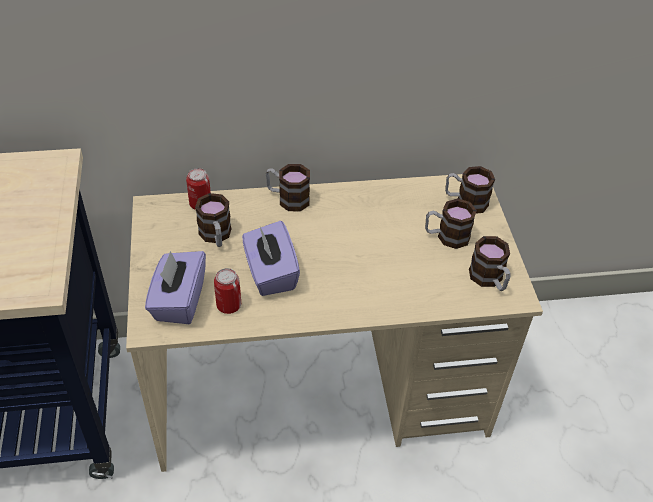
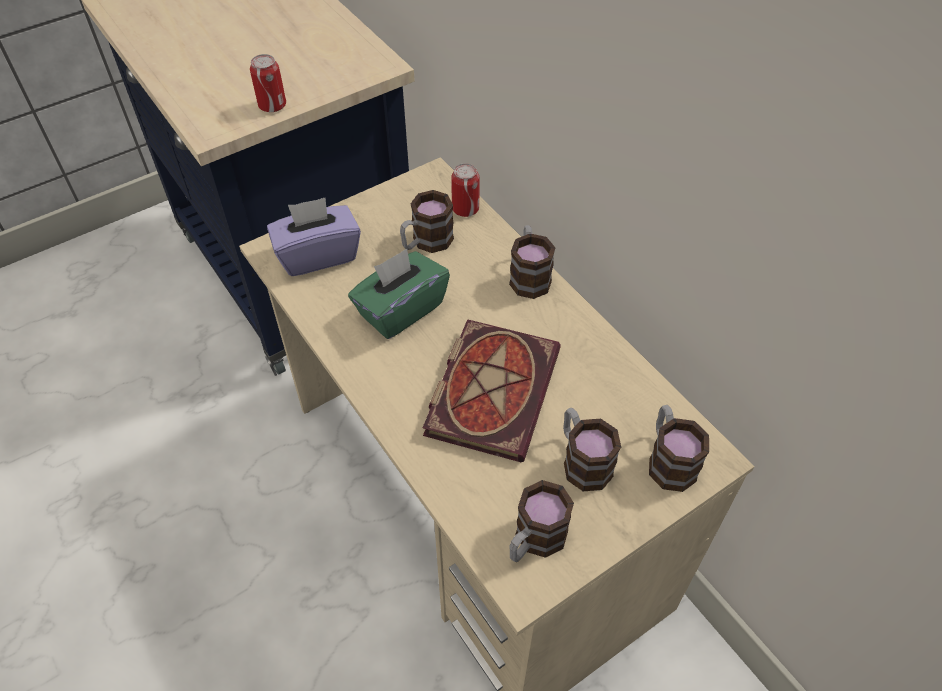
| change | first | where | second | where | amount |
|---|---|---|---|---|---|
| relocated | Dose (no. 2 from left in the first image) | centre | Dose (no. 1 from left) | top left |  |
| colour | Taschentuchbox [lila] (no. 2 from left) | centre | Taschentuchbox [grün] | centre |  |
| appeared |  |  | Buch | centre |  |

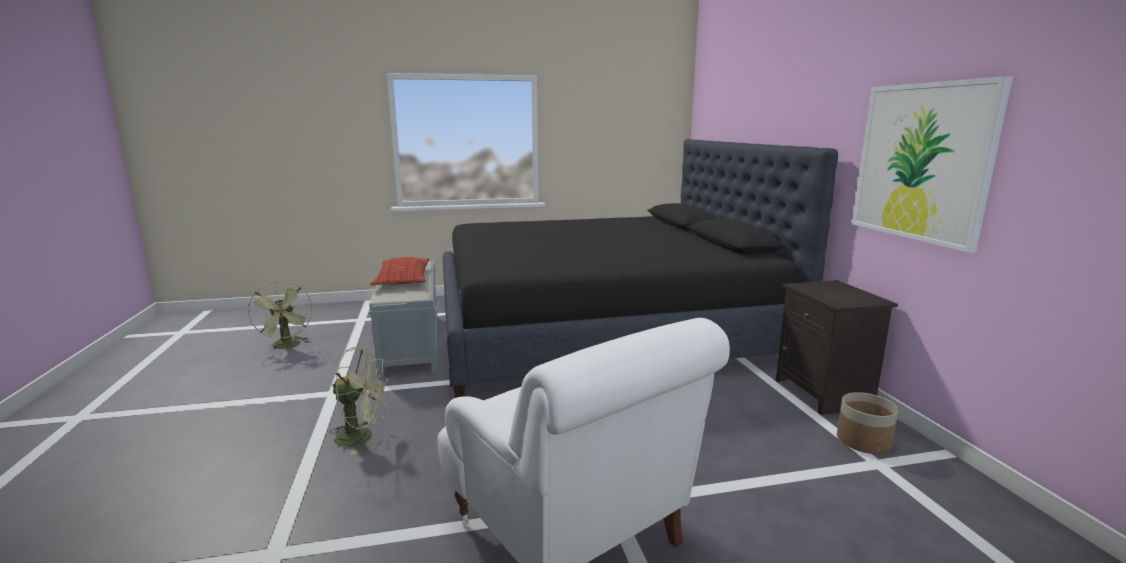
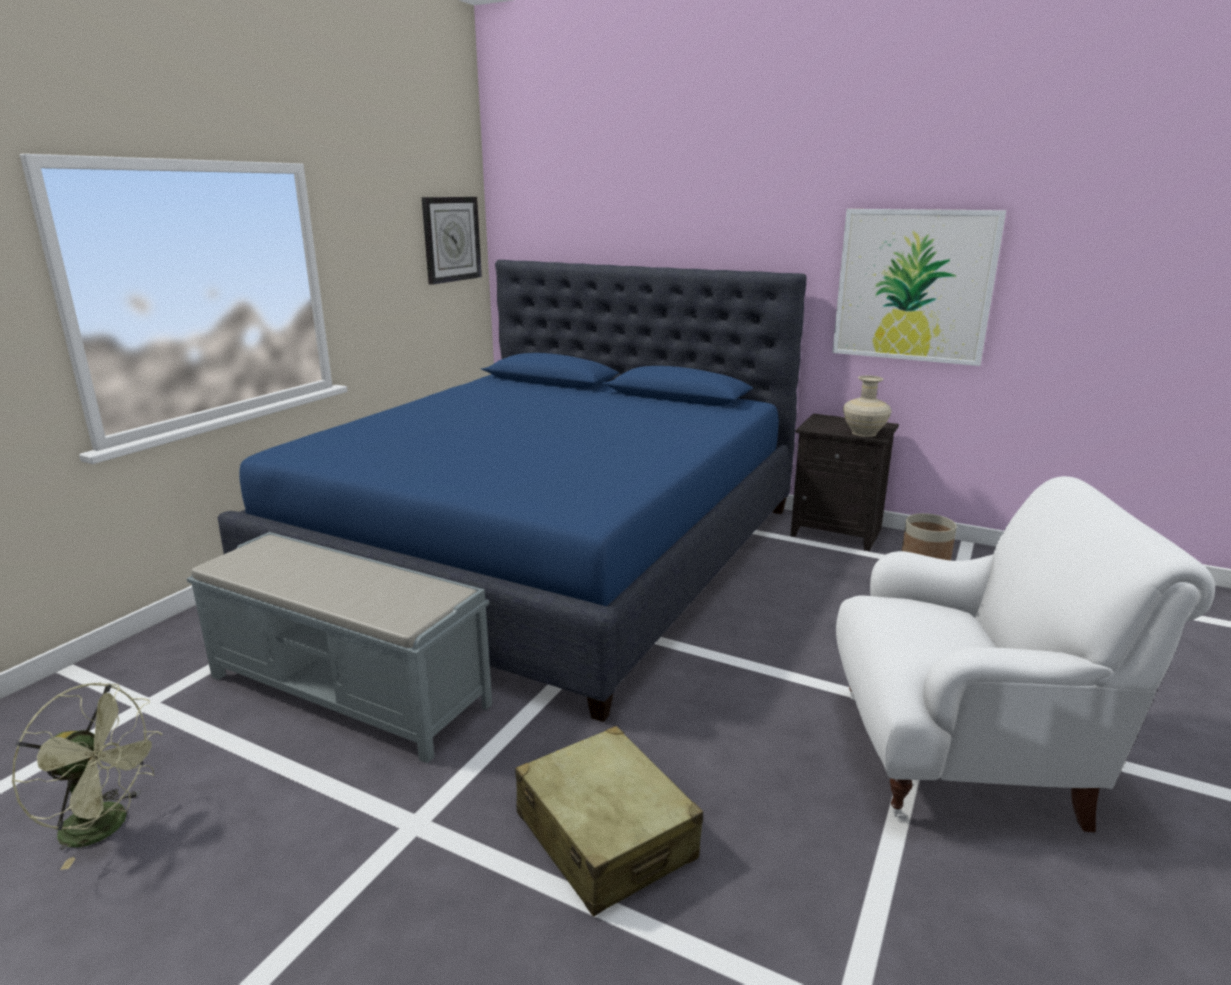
| change | first | where | second | where | amount |
|---|---|---|---|---|---|
| exchanged | Ventilator [grün] (no. 2 from left) | bottom left | Koffer [beige] | bottom centre |  |
| missing | Kissen | centre |  |  |  |
| colour | Bett [schwarz] | centre | Bett [blau] | centre |  |
| appeared |  |  | Wanduhr | top centre |  |
| appeared |  |  | Vase [beige] | middle right |  |

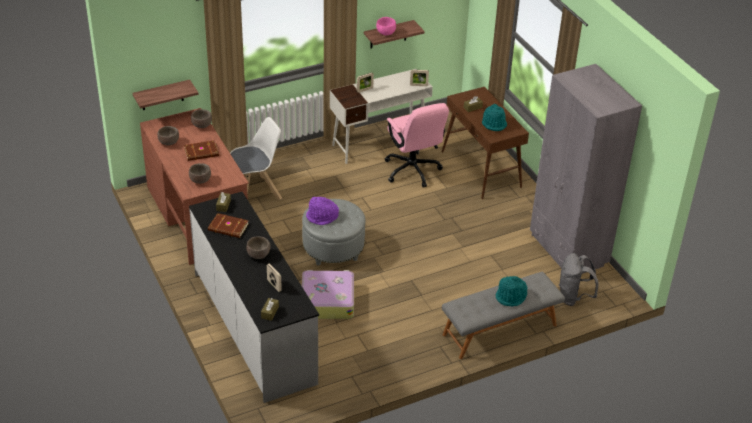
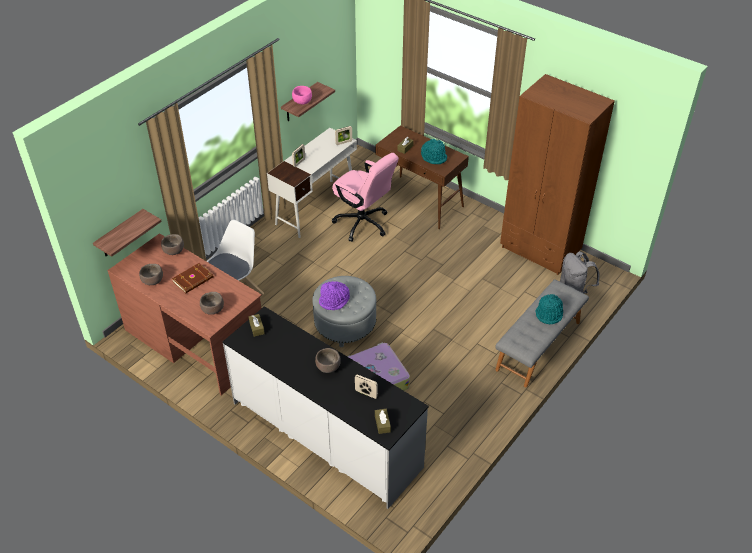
| change | first | where | second | where | amount |
|---|---|---|---|---|---|
| missing | Buch [braun] (no. 2 from left) | middle left |  |  |  |
| colour | Kleiderschrank [grau] | middle right | Kleiderschrank [braun] | top right |  |

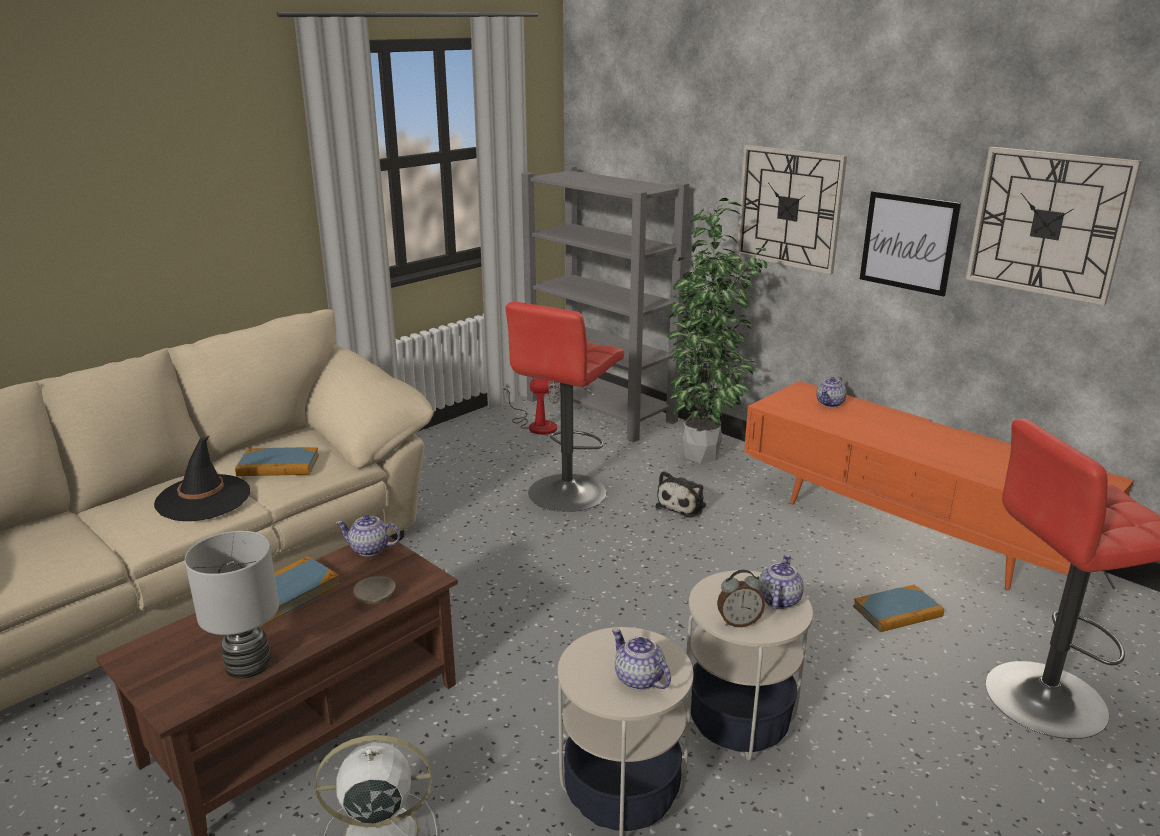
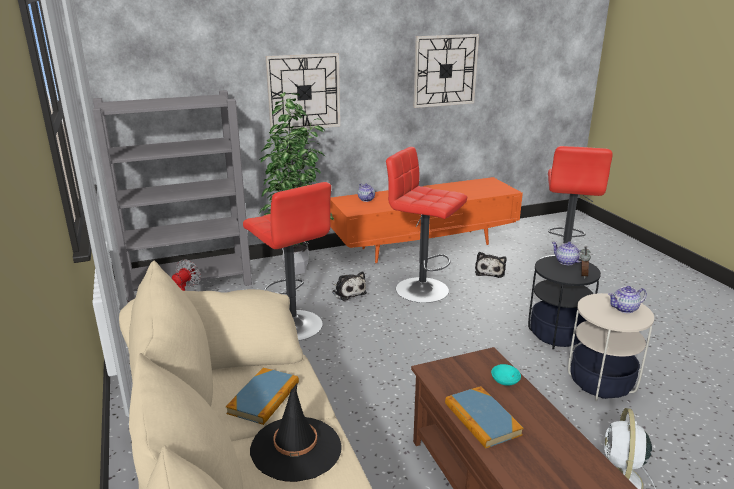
| change | first | where | second | where | amount |
|---|---|---|---|---|---|
| missing | Tischlampe [grau] | bottom left |  |  |  |
| missing | Teekanne (no. 1 from left) | middle left |  |  |  |
| colour | Schüssel [beige] | bottom left | Schüssel [türkis] | bottom right |  |
| colour | Beistelltisch [beige] (no. 2 from left) | bottom centre | Beistelltisch [schwarz] | middle right |  |
| exchanged | Buch (no. 3 from left) | bottom right | Plüschtier (no. 2 from left) | middle right |  |
| missing | Bild | top right |  |  |  |
| appeared |  |  | Hocker [rot] (no. 2 from left) | centre |  |

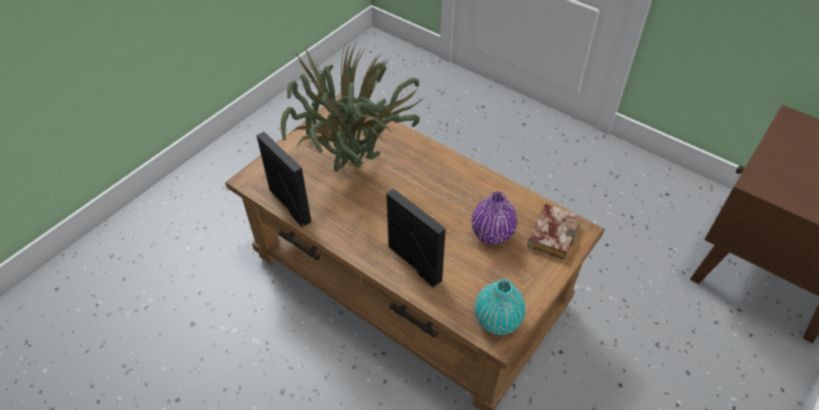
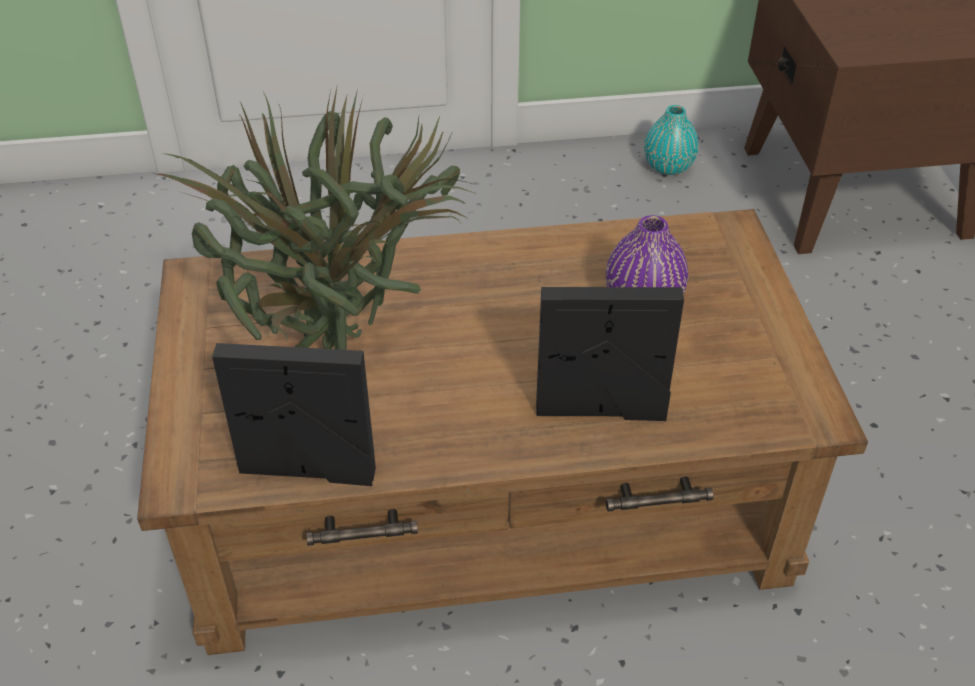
| change | first | where | second | where | amount |
|---|---|---|---|---|---|
| relocated | Vase [türkis] | bottom centre |  | top right |  |
| missing | Buch | middle right |  |  |  |

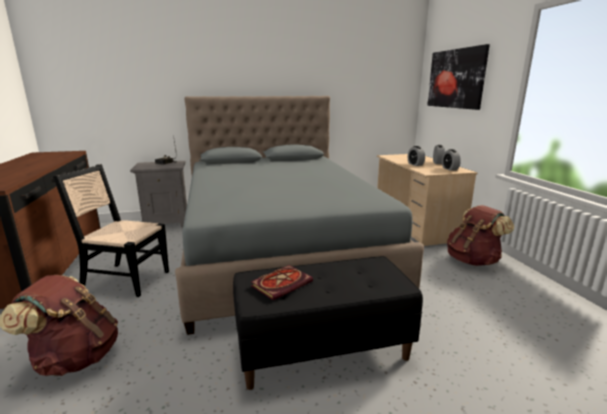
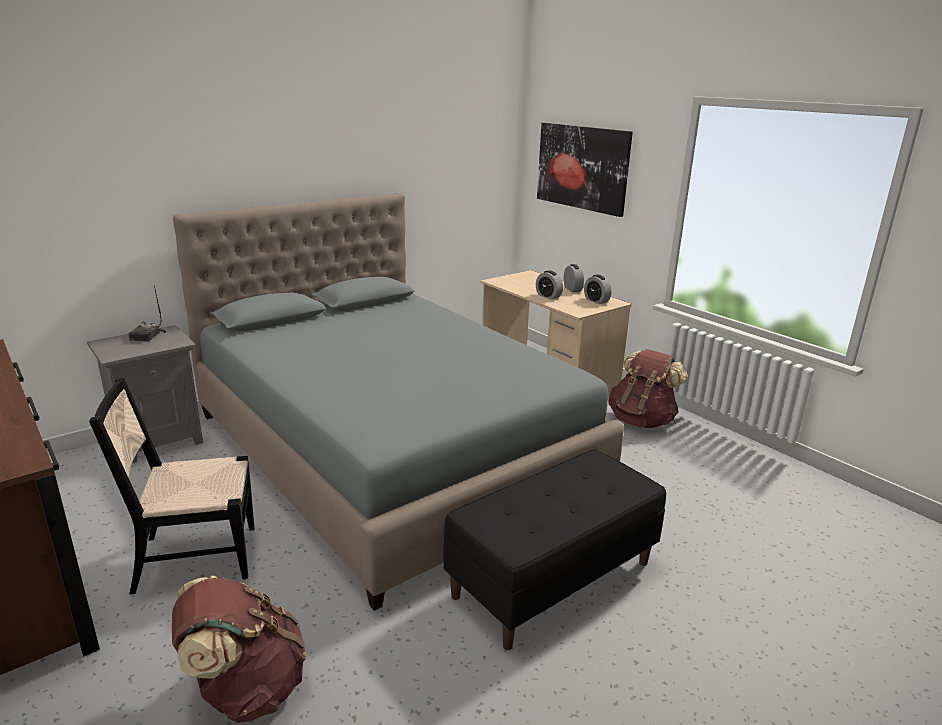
| change | first | where | second | where | amount |
|---|---|---|---|---|---|
| missing | Buch | bottom centre |  |  |  |

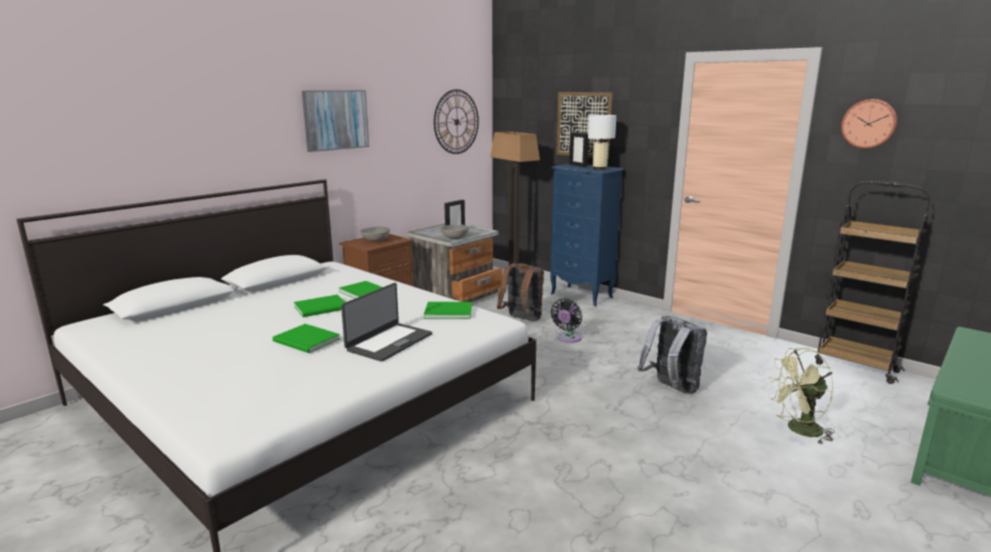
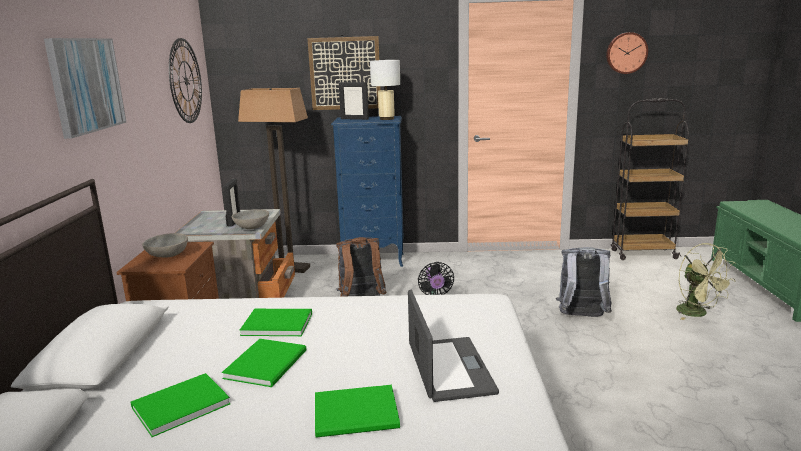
| change | first | where | second | where | amount |
|---|---|---|---|---|---|
| relocated | Buch [grün] (no. 4 from left in the first image) | centre | Buch [grün] (no. 1 from left) | bottom left |  |
| spun | Ventilator [grün] | bottom right |  | middle right | 60 degrees counterclockwise |

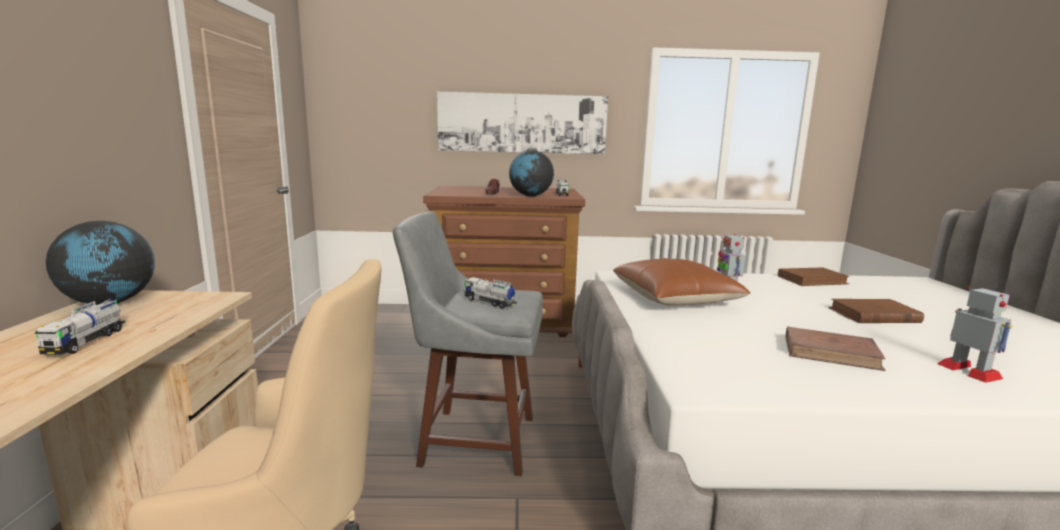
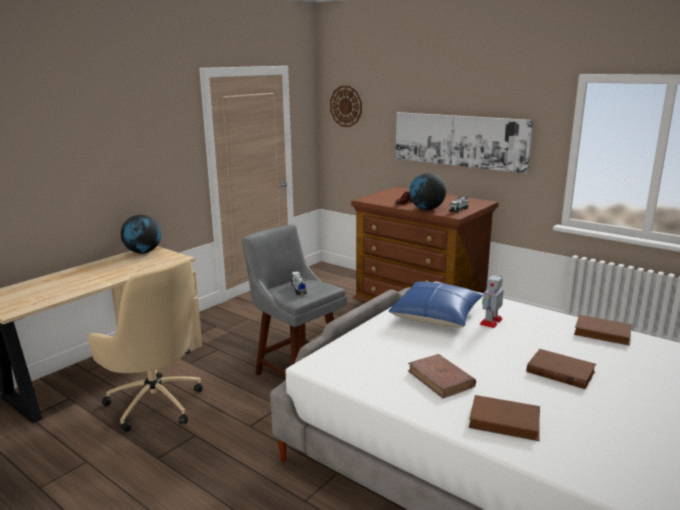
| change | first | where | second | where | amount |
|---|---|---|---|---|---|
| missing | Spielzeuglaster (no. 1 from left) | middle left |  |  |  |
| colour | Kissen [braun] | centre | Kissen [blau] | centre |  |
| exchanged | Spielzeugroboter (no. 2 from left) | middle right | Buch [braun] (no. 2 from left) | bottom right |  |
| appeared |  |  | Wanduhr | top centre |  |

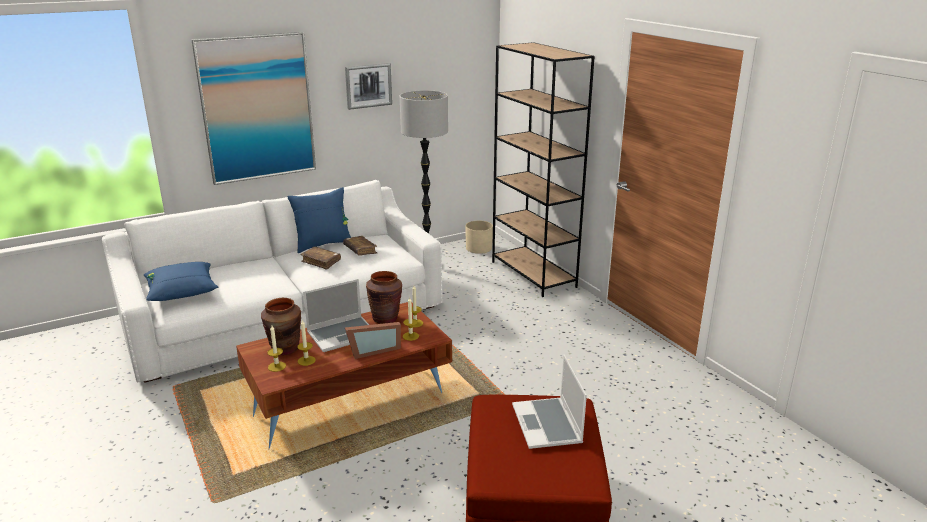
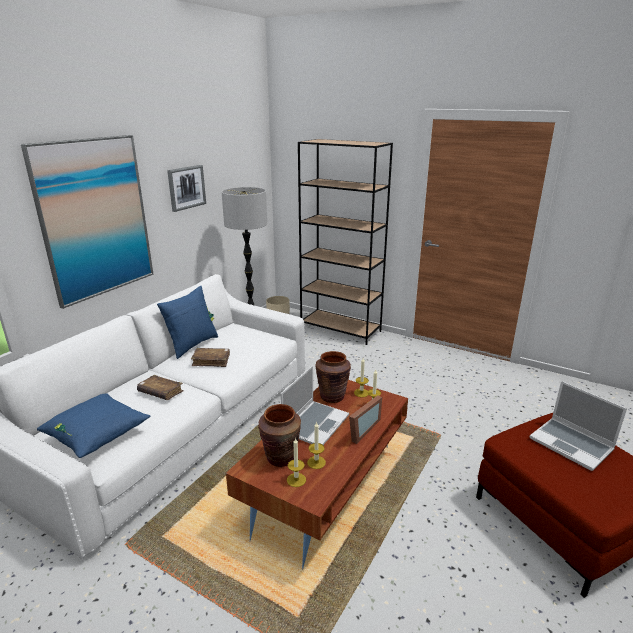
| change | first | where | second | where | amount |
|---|---|---|---|---|---|
| relocated | Buch [braun] (no. 2 from left in the first image) | centre | Buch [braun] (no. 1 from left) | middle left |  |

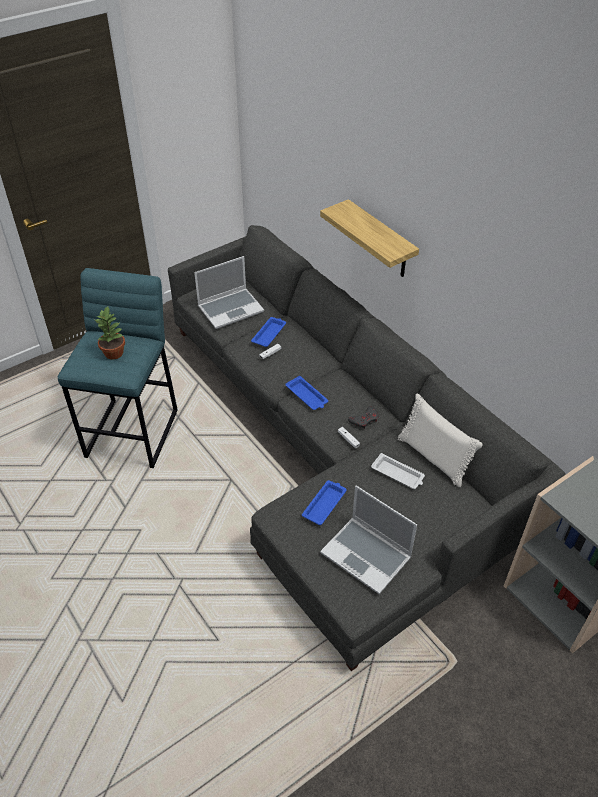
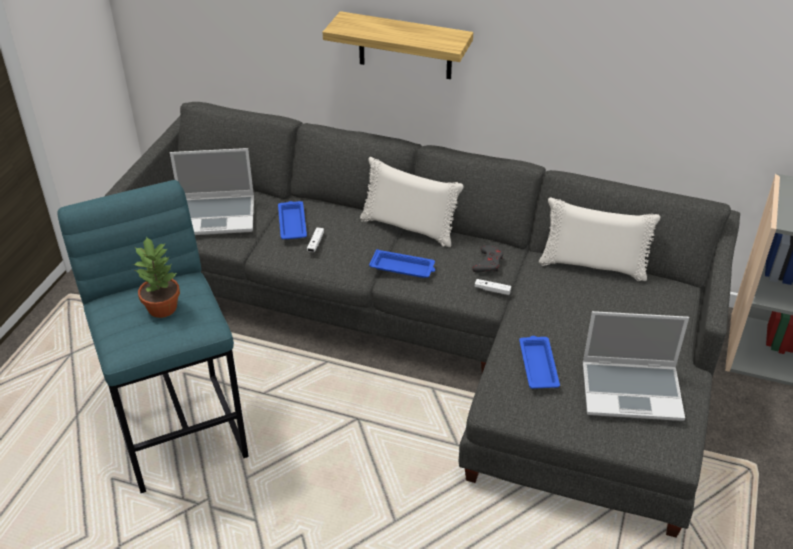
| change | first | where | second | where | amount |
|---|---|---|---|---|---|
| spun | Laptop (no. 1 from left) | centre |  | middle left | 60 degrees clockwise |
| missing | Tablett [weiß] | centre |  |  |  |
| appeared |  |  | Kissen [weiß] (no. 1 from left) | centre |  |

